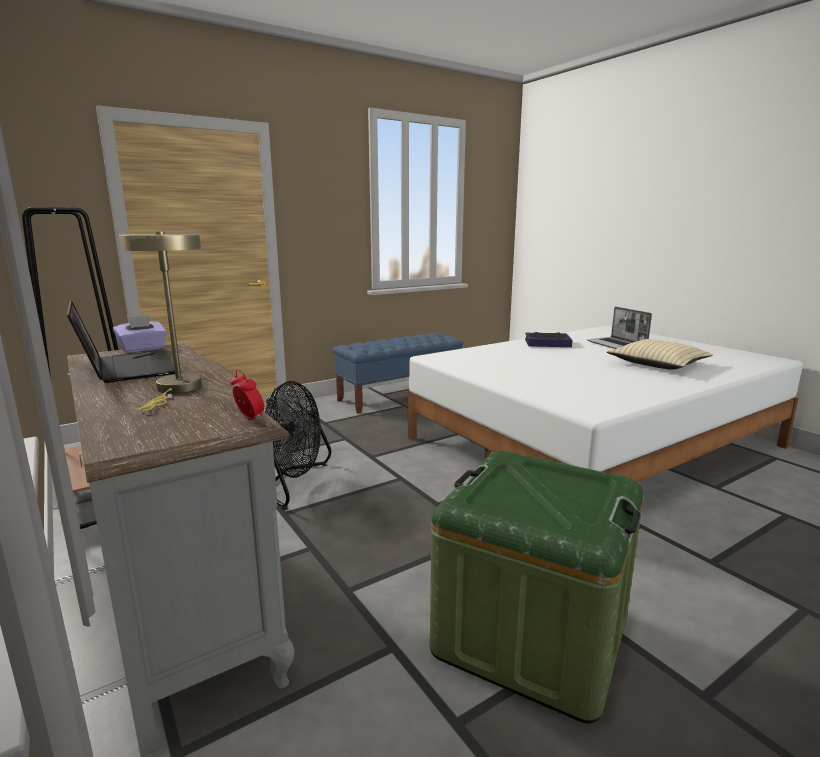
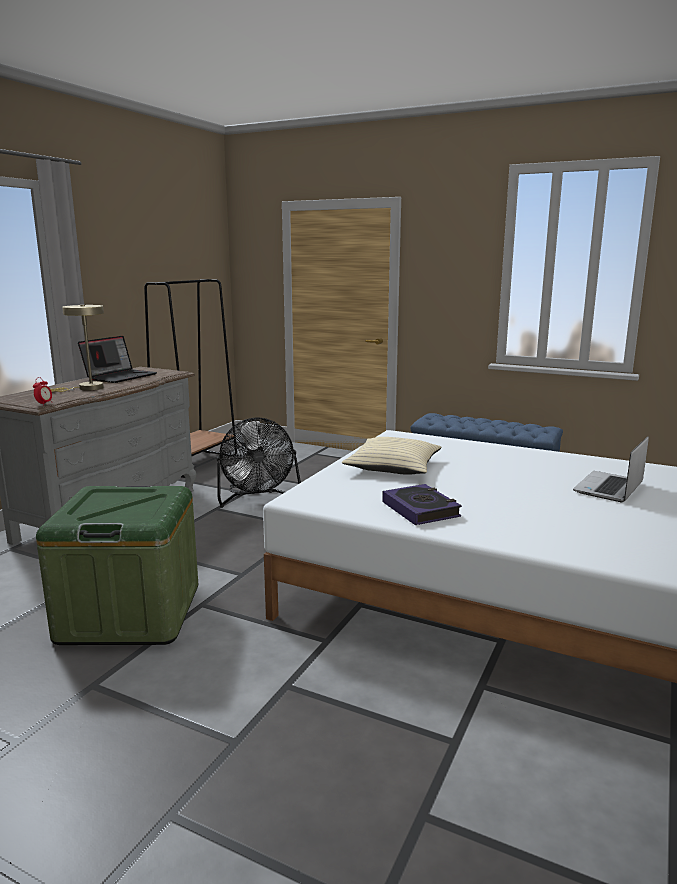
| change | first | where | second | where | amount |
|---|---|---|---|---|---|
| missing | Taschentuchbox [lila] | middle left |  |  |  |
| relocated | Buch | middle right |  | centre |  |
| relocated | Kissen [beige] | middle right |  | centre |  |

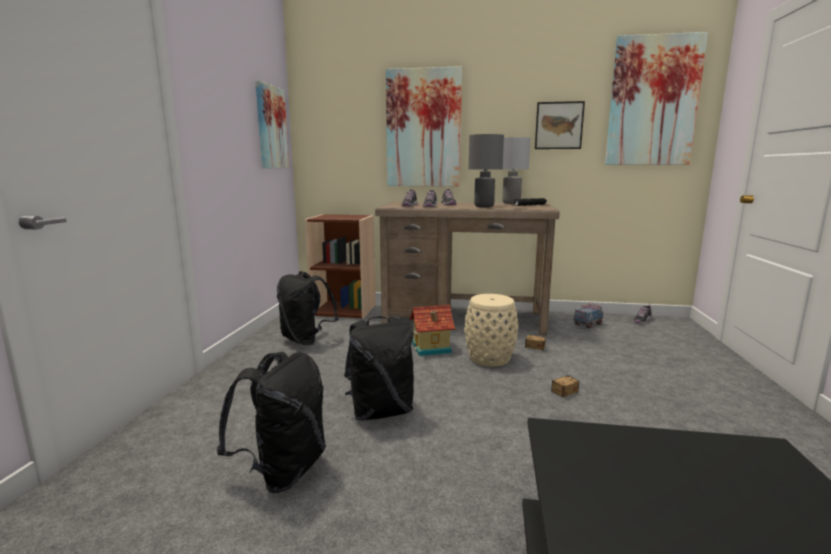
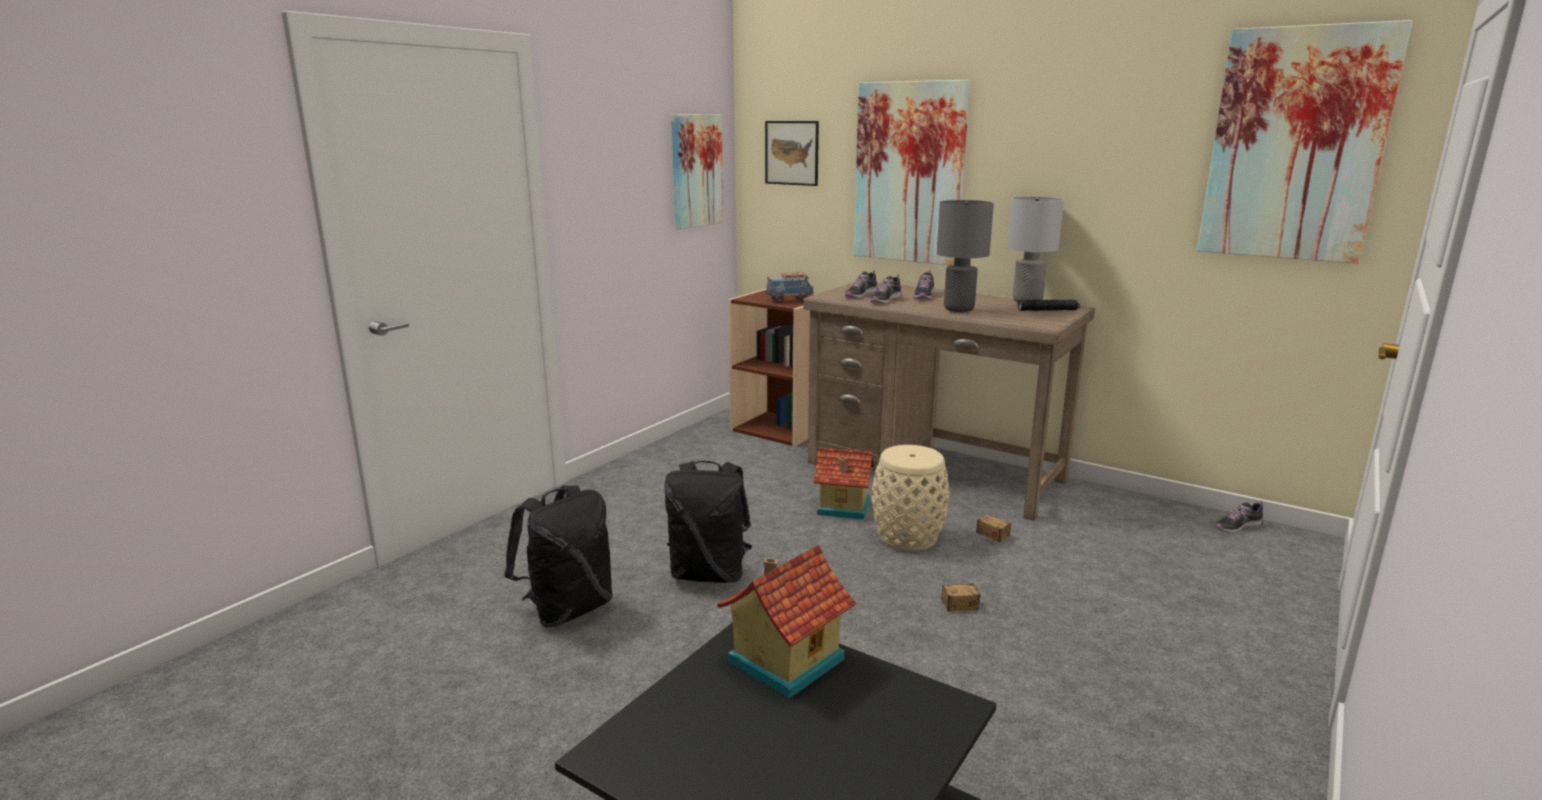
| change | first | where | second | where | amount |
|---|---|---|---|---|---|
| missing | Rucksack [schwarz] (no. 2 from left) | centre |  |  |  |
| relocated | Bild (no. 3 from left in the first image) | top right | Bild (no. 2 from left) | top centre |  |
| relocated | Spielzeuglaster | middle right |  | centre |  |
| appeared |  |  | Spielzeughaus (no. 1 from left) | bottom centre |  |

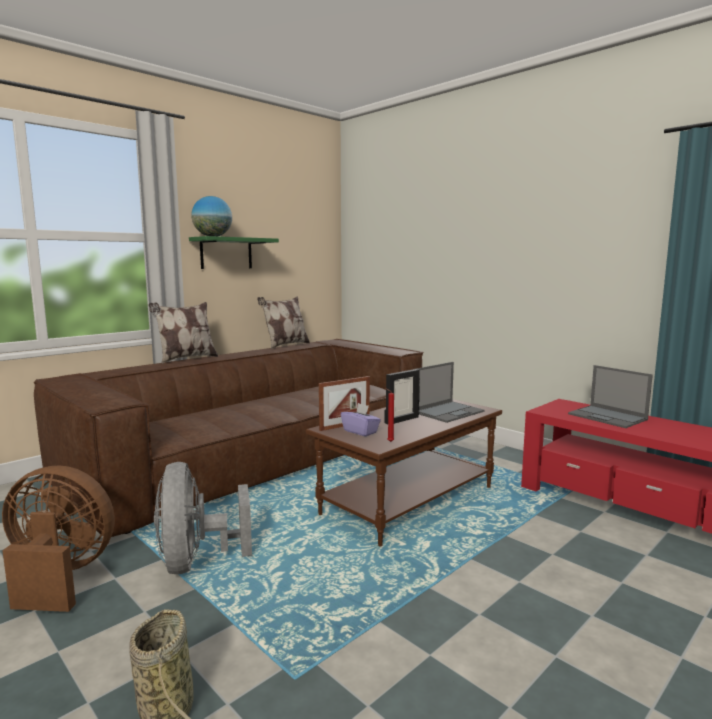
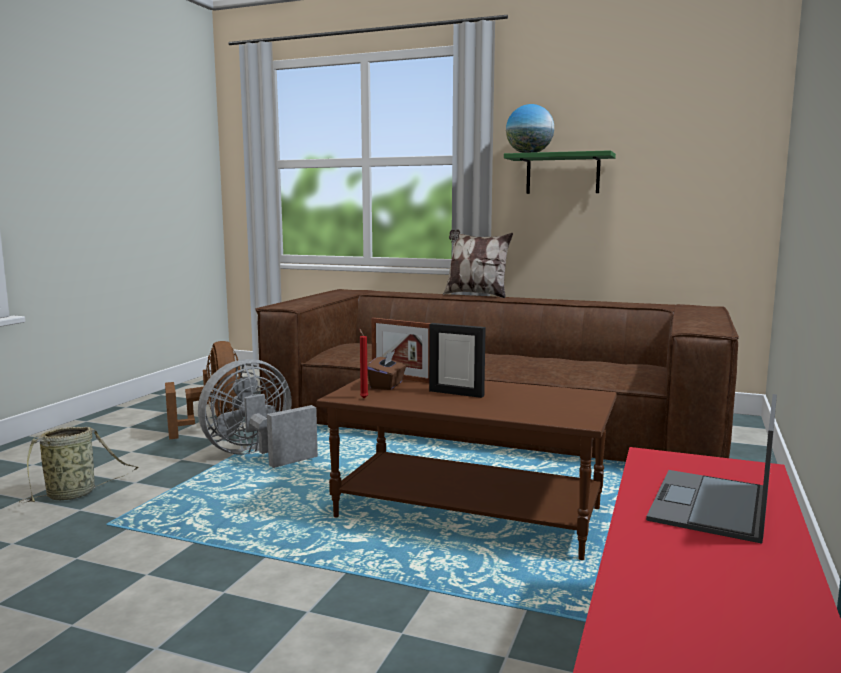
| change | first | where | second | where | amount |
|---|---|---|---|---|---|
| missing | Kissen (no. 2 from left) | centre |  |  |  |
| colour | Taschentuchbox [lila] | centre | Taschentuchbox [braun] | centre |  |
| missing | Laptop (no. 1 from left) | centre |  |  |  |

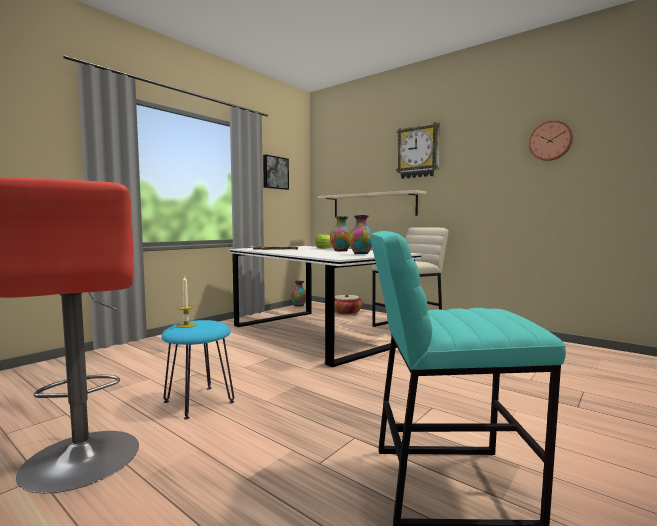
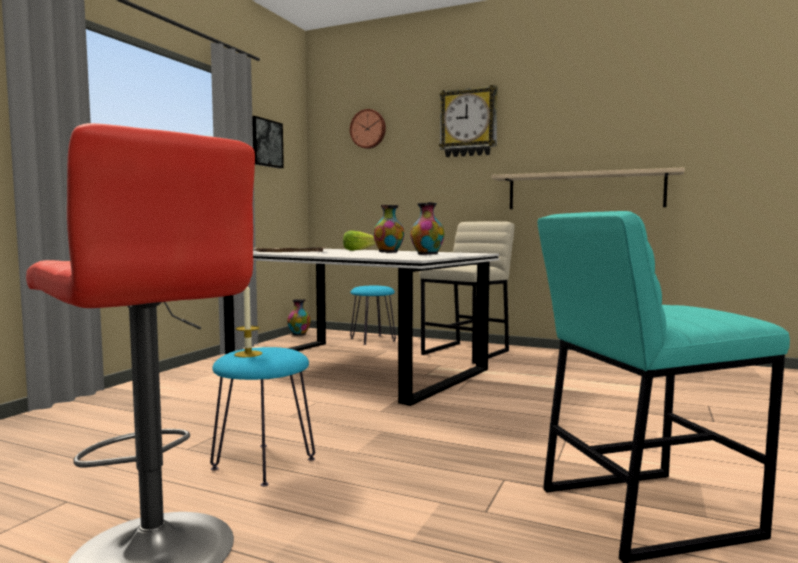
| change | first | where | second | where | amount |
|---|---|---|---|---|---|
| relocated | Wandregal [beige] | centre |  | middle right |  |
| exchanged | Korb | centre | Hocker [türkis] (no. 2 from left) | centre |  |
| relocated | Wanduhr (no. 2 from left in the first image) | top right | Wanduhr (no. 1 from left) | top centre |  |

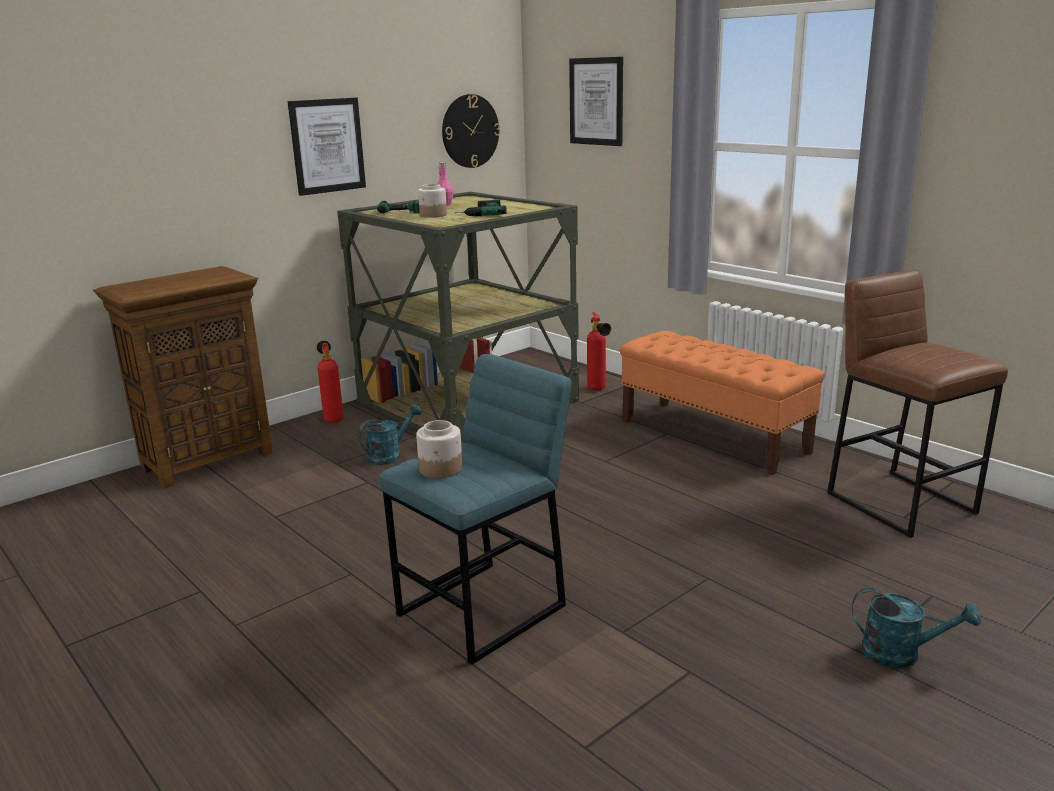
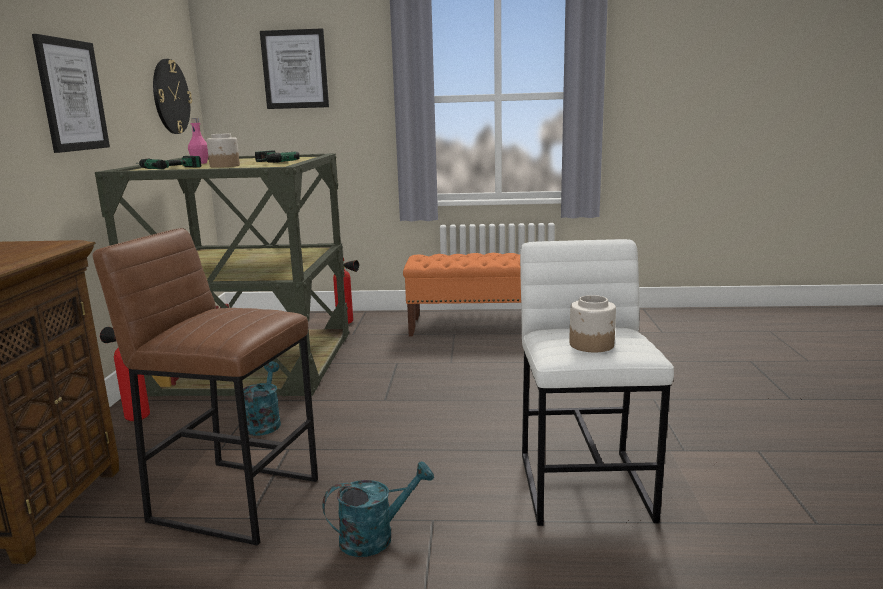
| change | first | where | second | where | amount |
|---|---|---|---|---|---|
| colour | Hocker [blau] | centre | Hocker [weiß] | middle right |  |
| relocated | Hocker [braun] | middle right |  | middle left |  |
| relocated | Gießkanne [türkis] (no. 2 from left) | bottom right |  | bottom centre |  |

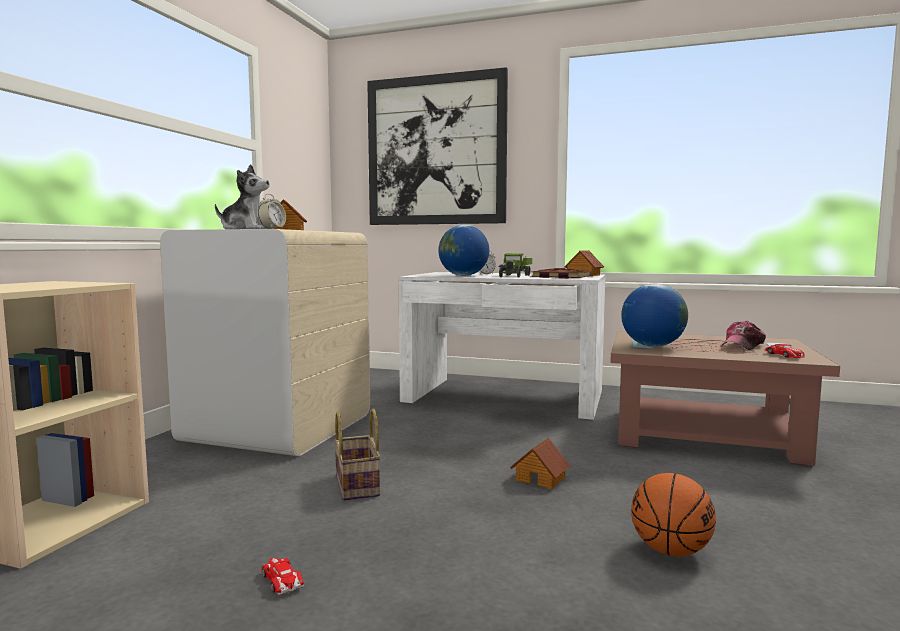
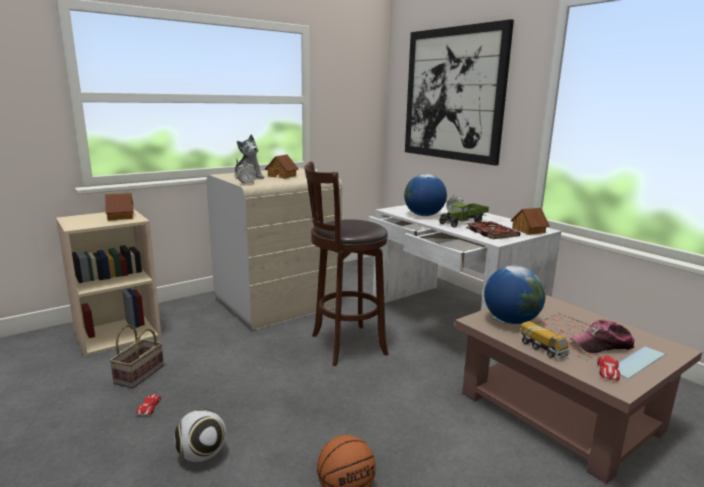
| change | first | where | second | where | amount |
|---|---|---|---|---|---|
| relocated | Korb | bottom centre |  | bottom left |  |
| relocated | Spielzeughaus (no. 2 from left in the first image) | bottom centre | Spielzeughaus (no. 1 from left) | middle left |  |
| appeared |  |  | Fußball | bottom left |  |
| appeared |  |  | Hocker [braun] | centre |  |
| appeared |  |  | Spielzeuglaster (no. 2 from left) | bottom right |  |

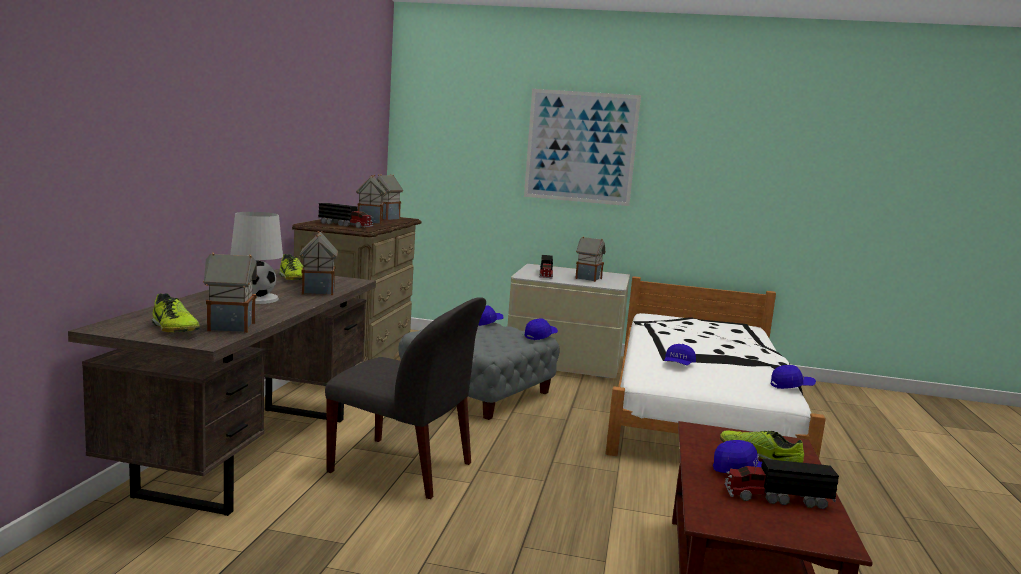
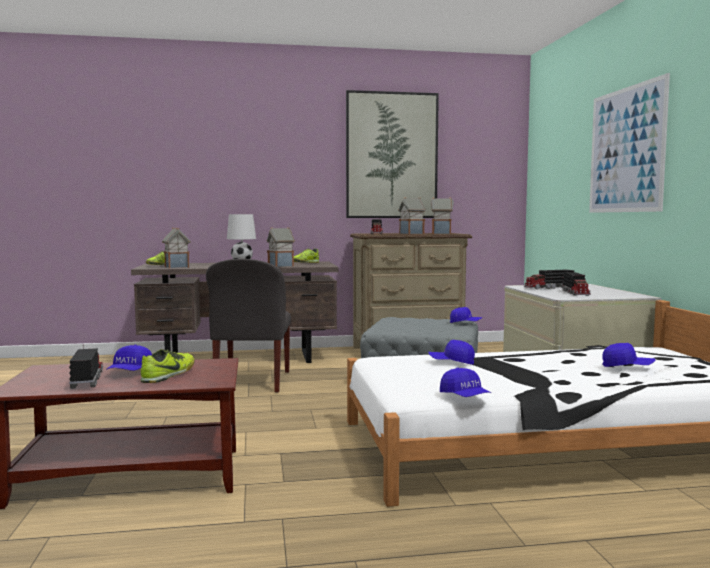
| change | first | where | second | where | amount |
|---|---|---|---|---|---|
| relocated | Kappe [blau] (no. 2 from left in the first image) | centre | Kappe [blau] (no. 5 from left) | middle right |  |
| exchanged | Spielzeughaus (no. 5 from left) | centre | Spielzeuglaster (no. 4 from left) | middle right |  |
| appeared |  |  | Bild (no. 1 from left) | top centre |  |

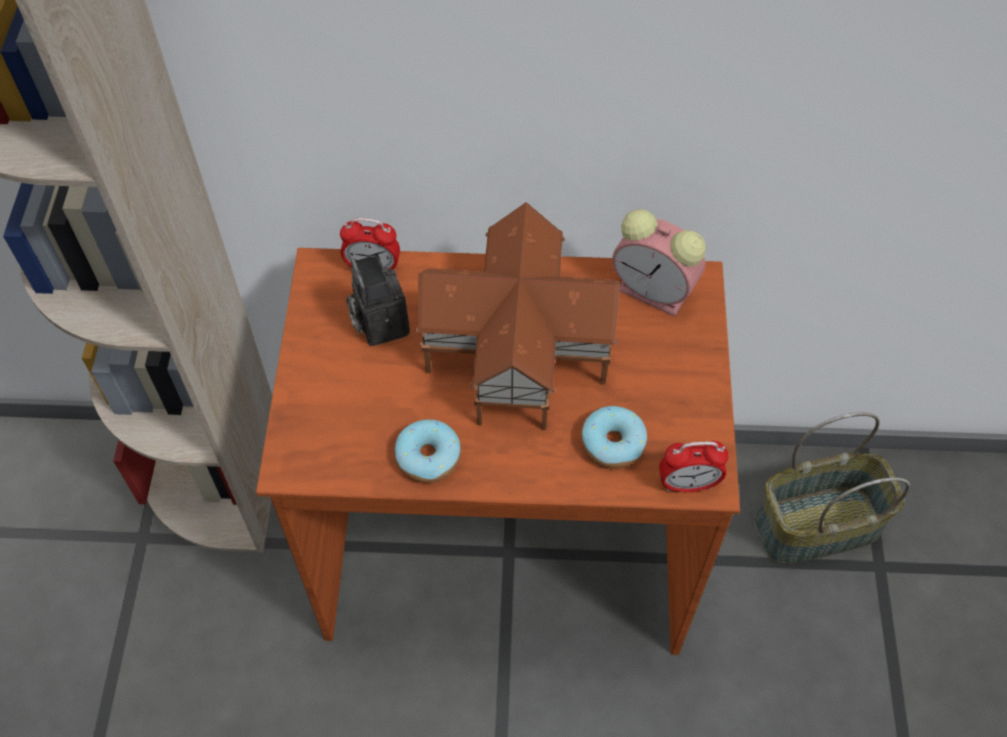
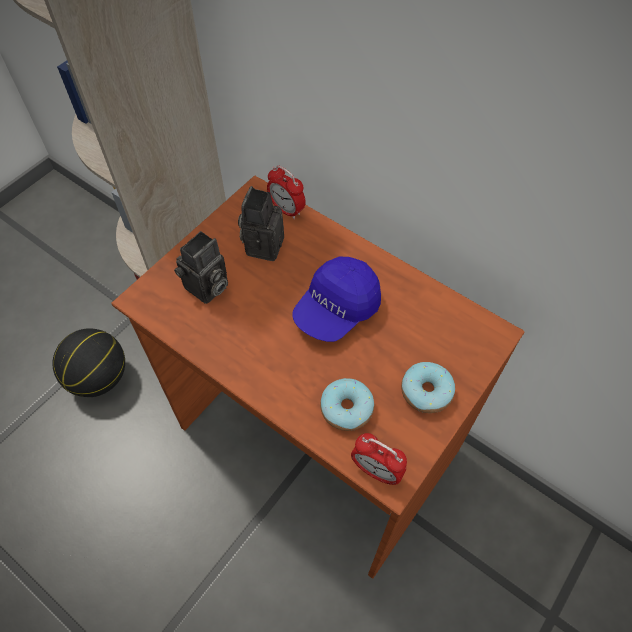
| change | first | where | second | where | amount |
|---|---|---|---|---|---|
| relocated | Donut (no. 1 from left in the first image) | centre | Donut (no. 2 from left) | middle right |  |
| exchanged | Spielzeughaus | centre | Kappe [blau] | centre |  |
| missing | Wecker (no. 2 from left) | centre |  |  |  |
| missing | Korb | middle right |  |  |  |
| appeared |  |  | Basketball | middle left |  |
| appeared |  |  | Kamera (no. 1 from left) | middle left |  |

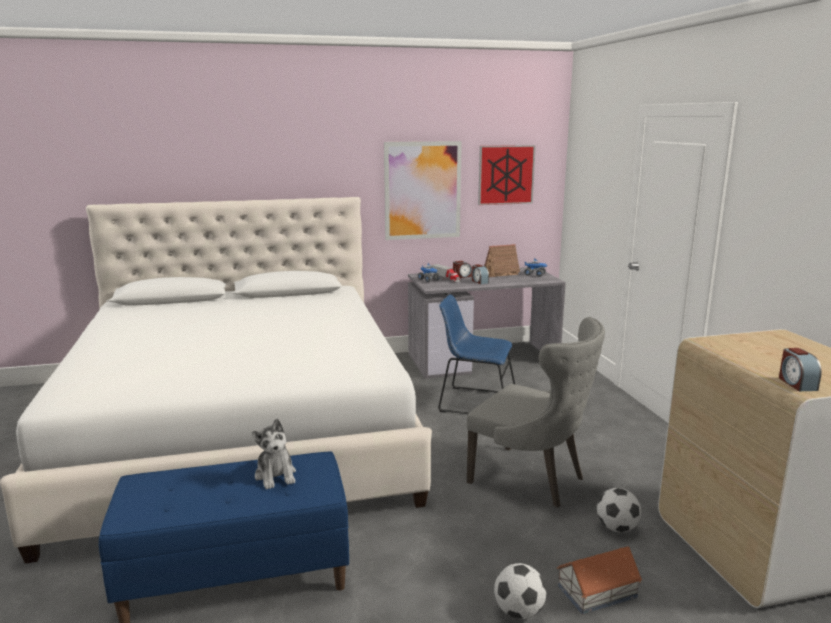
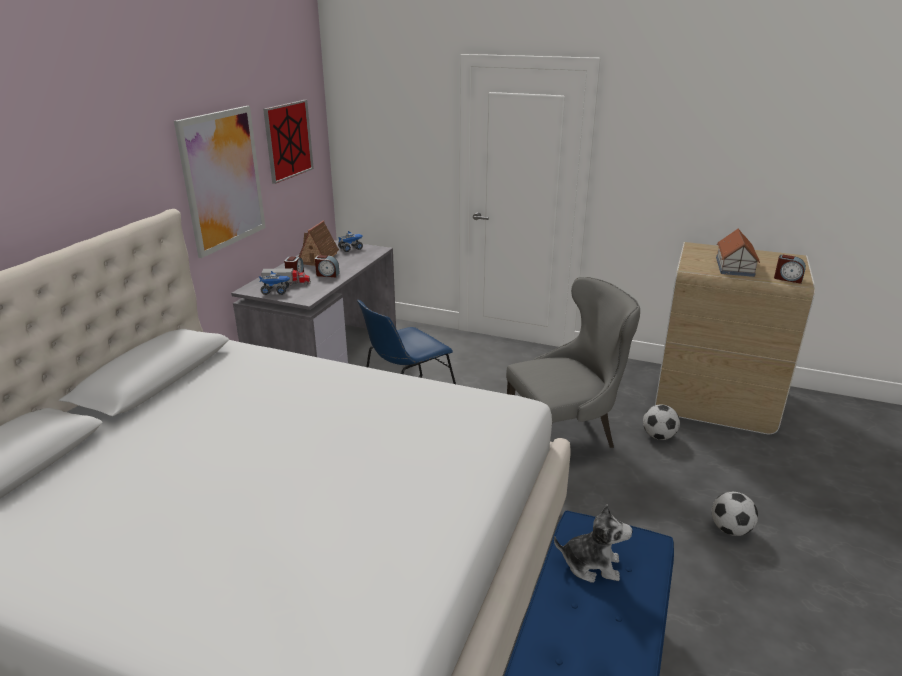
| change | first | where | second | where | amount |
|---|---|---|---|---|---|
| relocated | Spielzeughaus (no. 2 from left) | bottom right |  | middle right |  |

